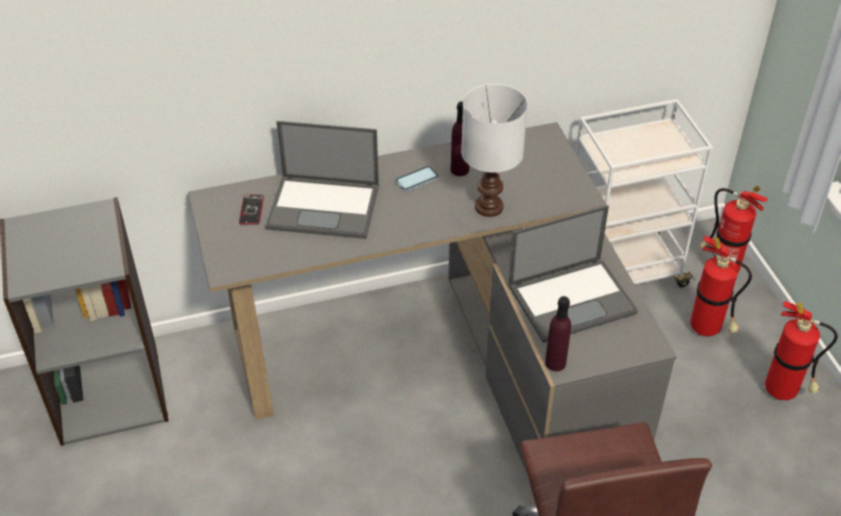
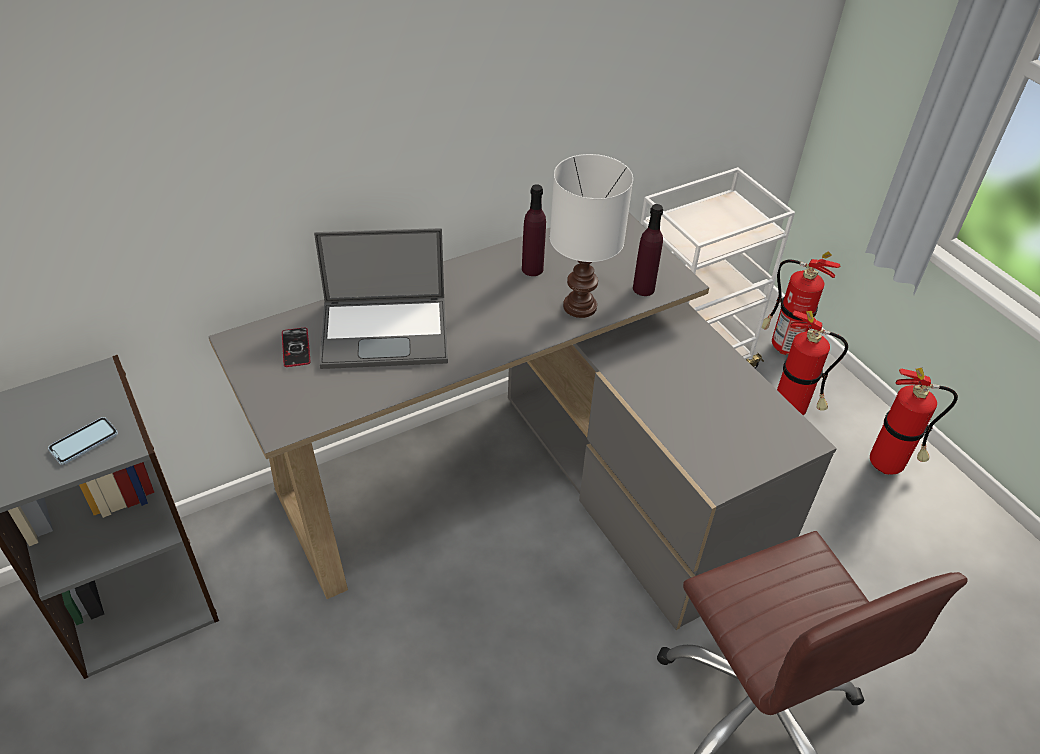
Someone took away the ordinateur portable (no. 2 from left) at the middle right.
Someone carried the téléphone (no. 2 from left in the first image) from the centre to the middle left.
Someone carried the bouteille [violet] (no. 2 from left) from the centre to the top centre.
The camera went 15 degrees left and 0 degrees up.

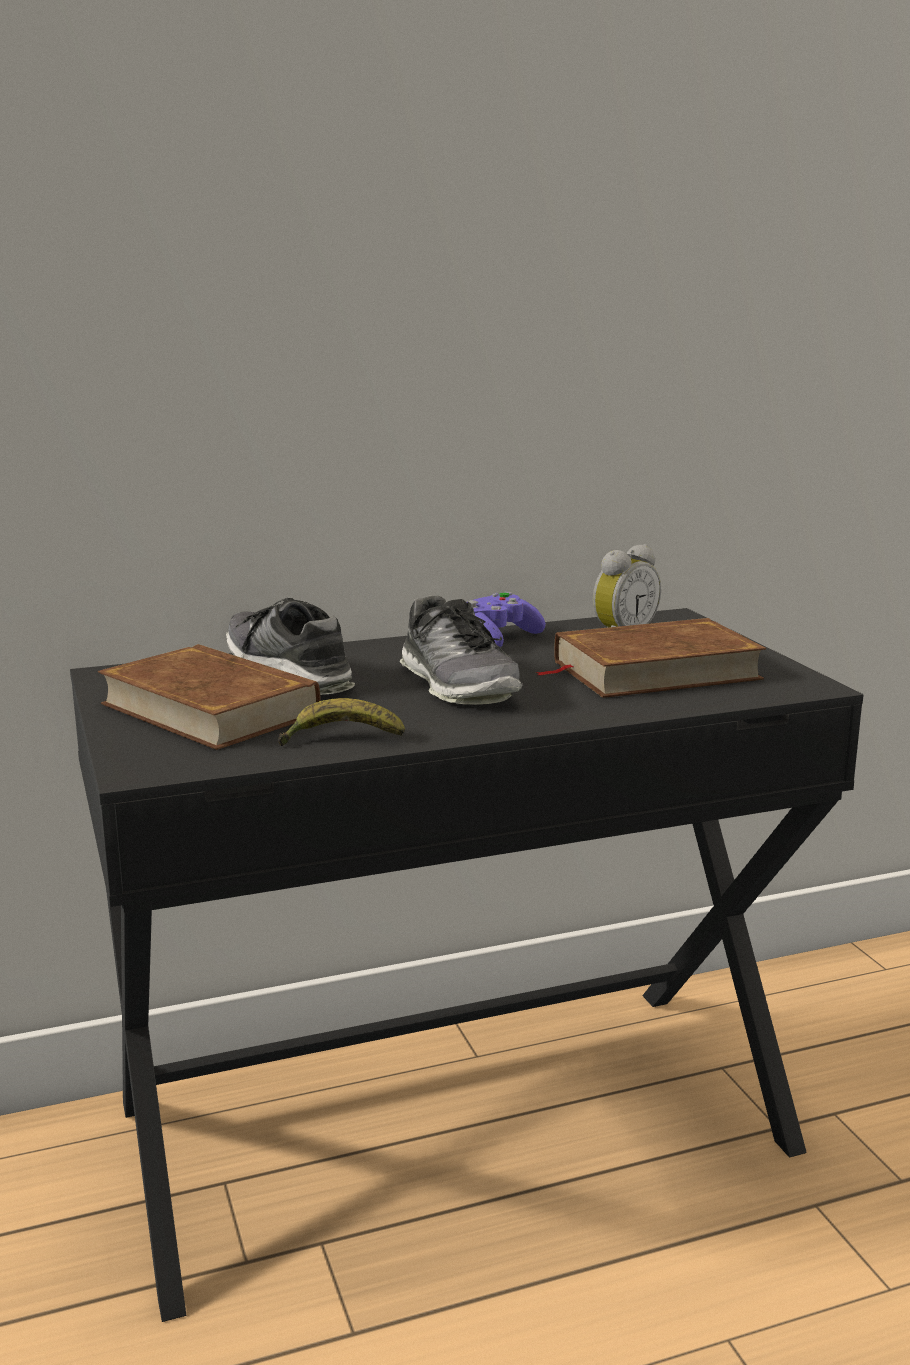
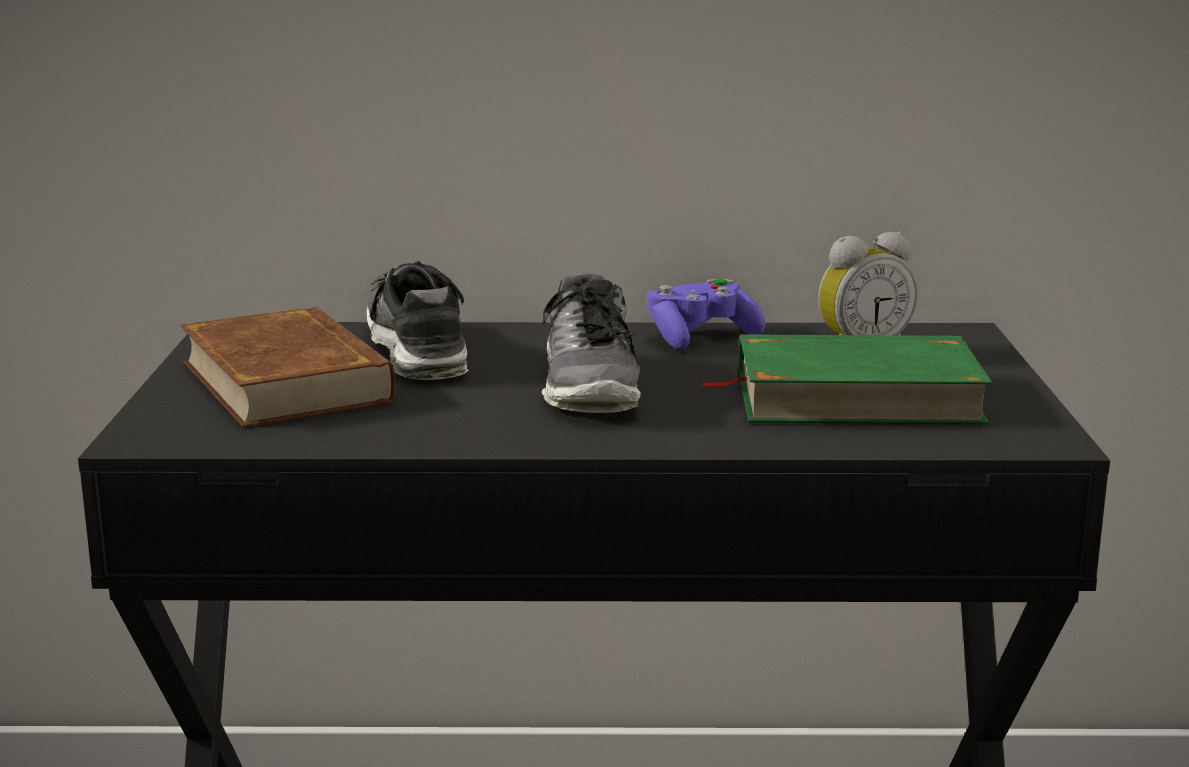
Someone took away the banane at the centre.
Someone repainted the livre [marron] (no. 2 from left) at the middle right, which became the livre [vert] at the middle right.
The camera went 20 degrees right and 0 degrees up.

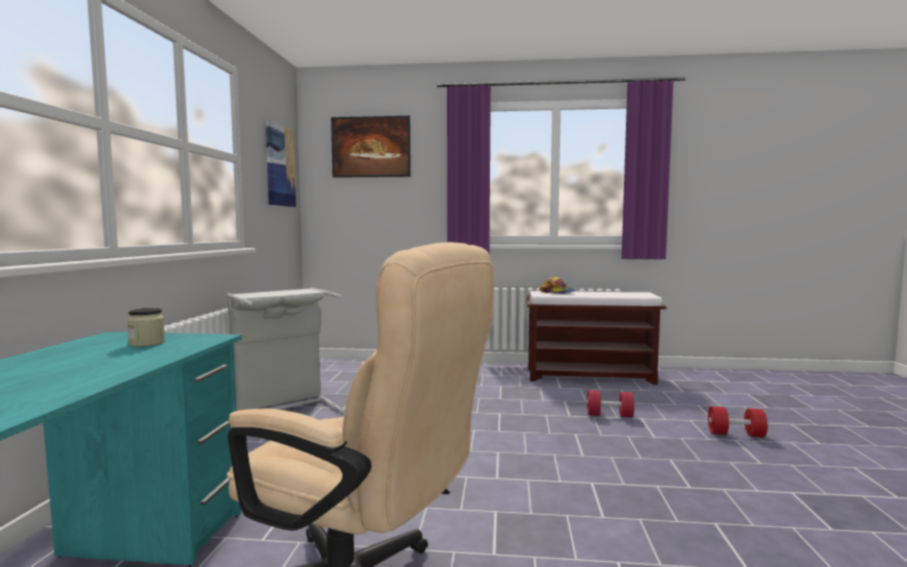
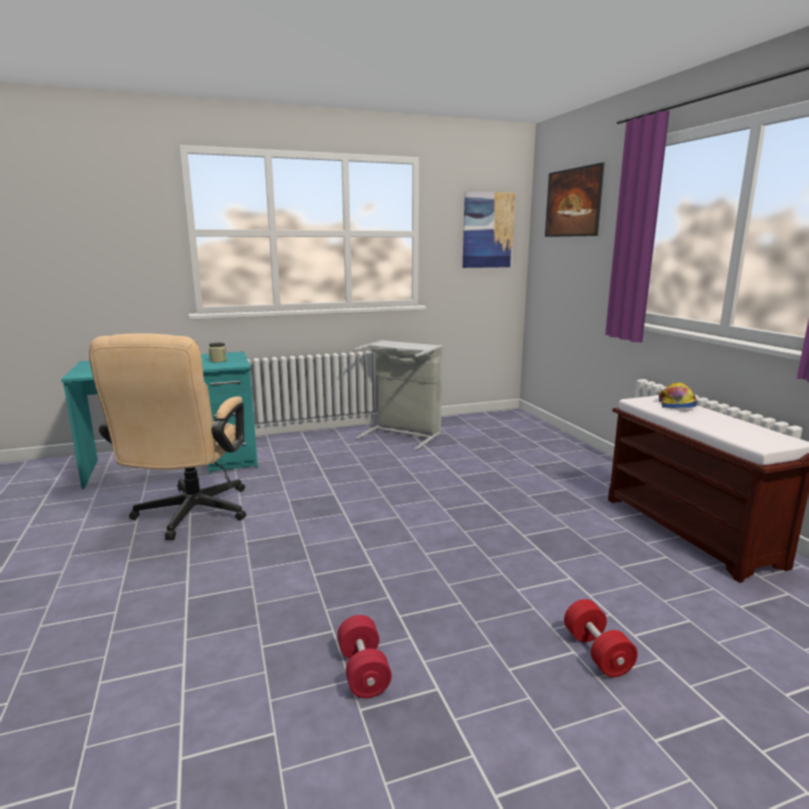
Someone carried the haltère [rouge] (no. 1 from left) from the bottom right to the bottom centre.
The camera went 65 degrees right and 10 degrees up.

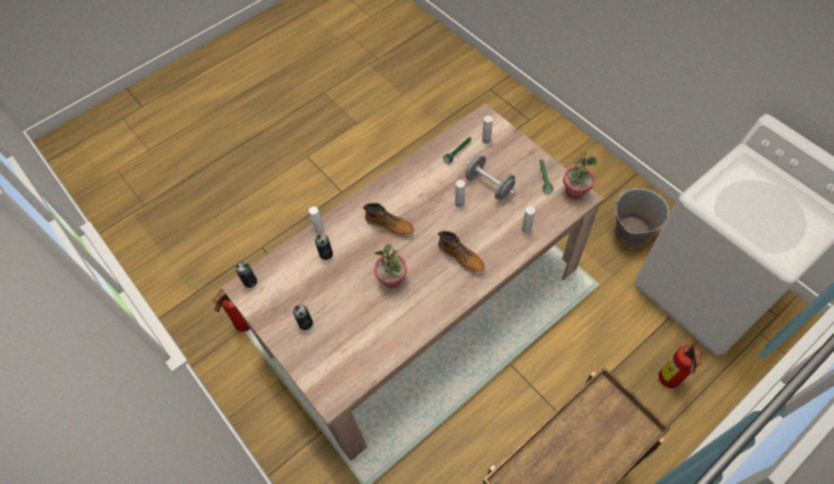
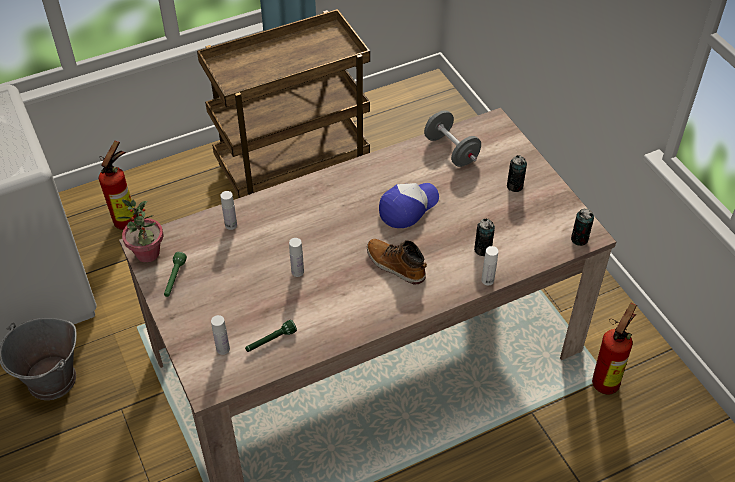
Someone took away the botte (no. 2 from left) at the centre.
Someone carried the haltère [gris] from the centre to the top centre.
Someone swapped the plante en pot (no. 1 from left) at the centre for the casquette at the centre.
The camera went 170 degrees left and 10 degrees down.

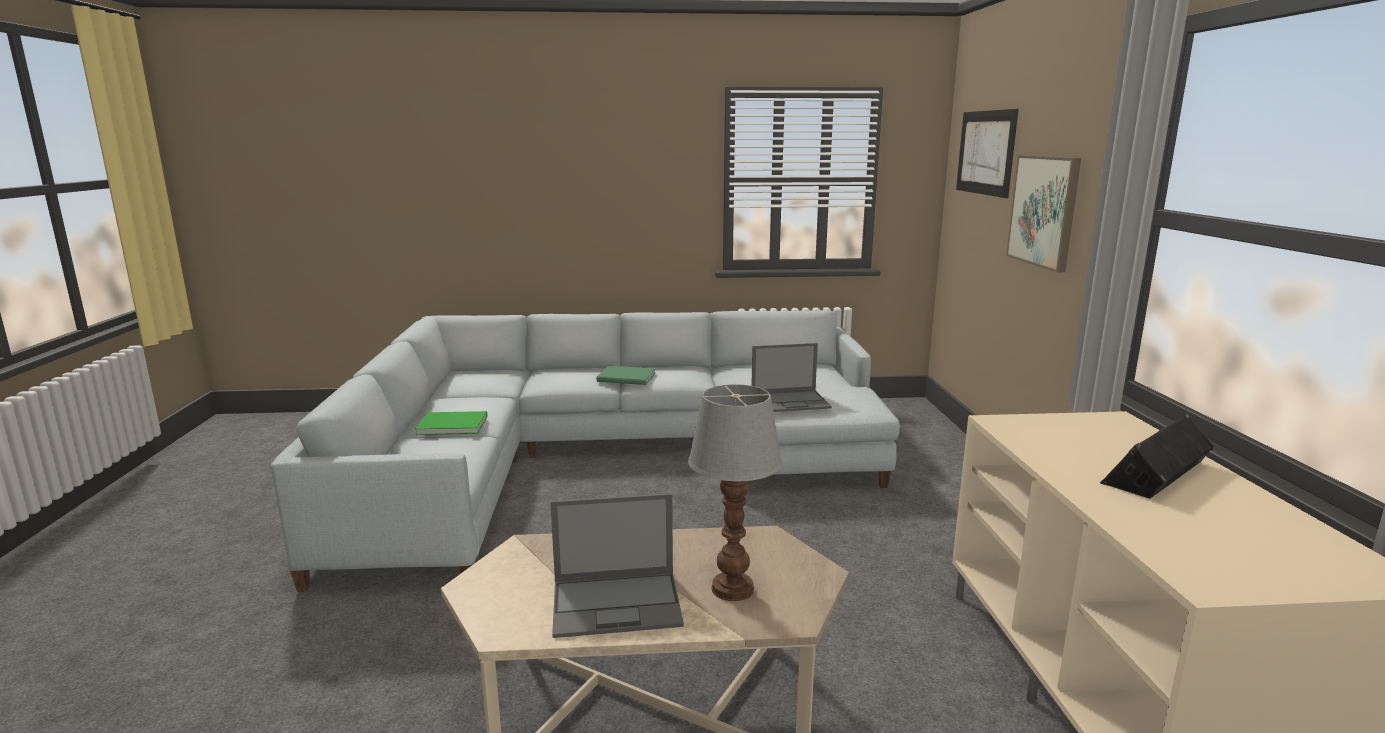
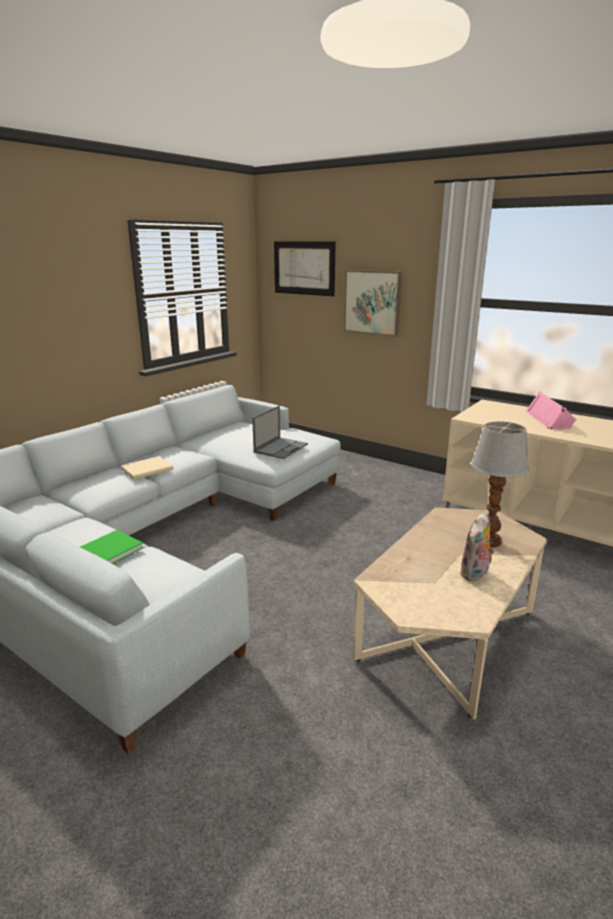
Someone swapped the ordinateur portable (no. 1 from left) at the bottom centre for the peluche at the middle right.
Someone repainted the livre [vert] (no. 2 from left) at the centre, which became the livre [beige] at the middle left.
Someone repainted the enceinte [noir] at the middle right, which became the enceinte [rose] at the middle right.
The camera went 50 degrees left and 5 degrees up.

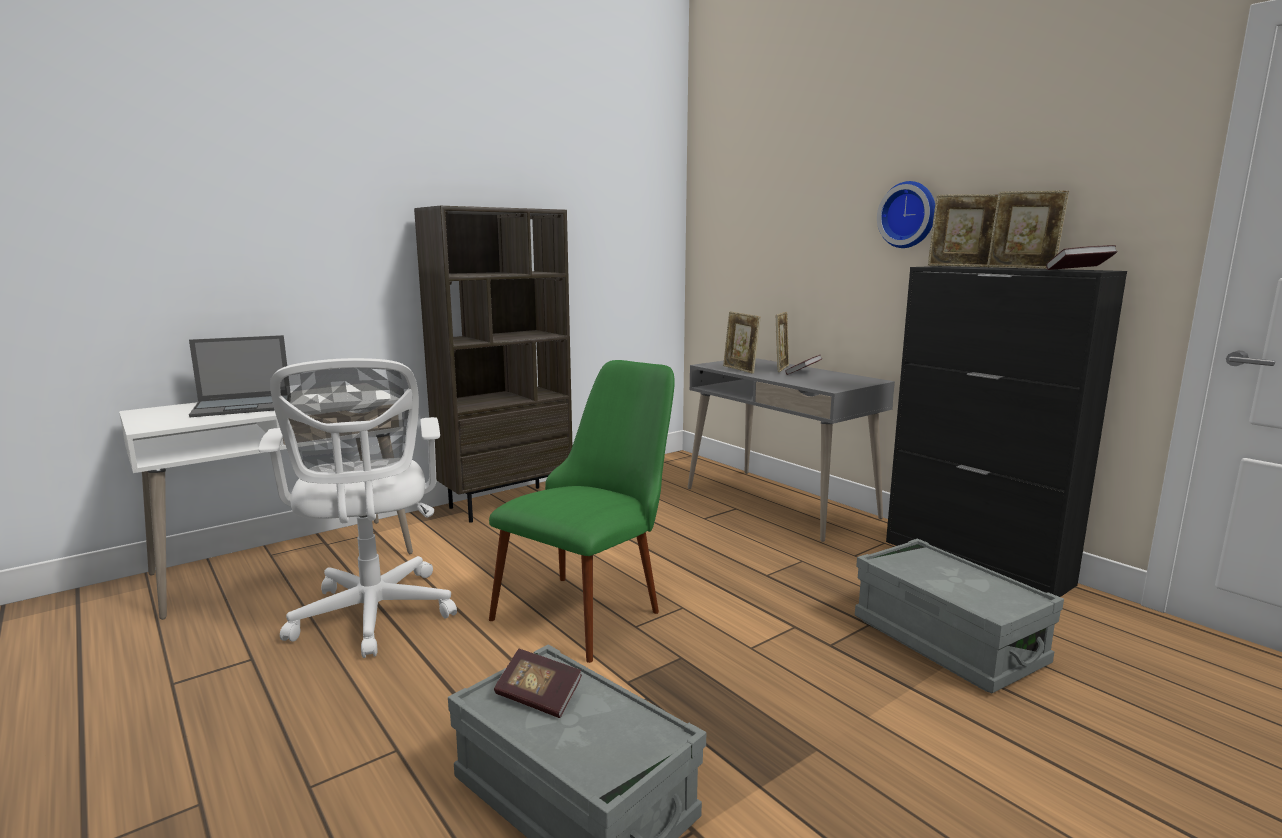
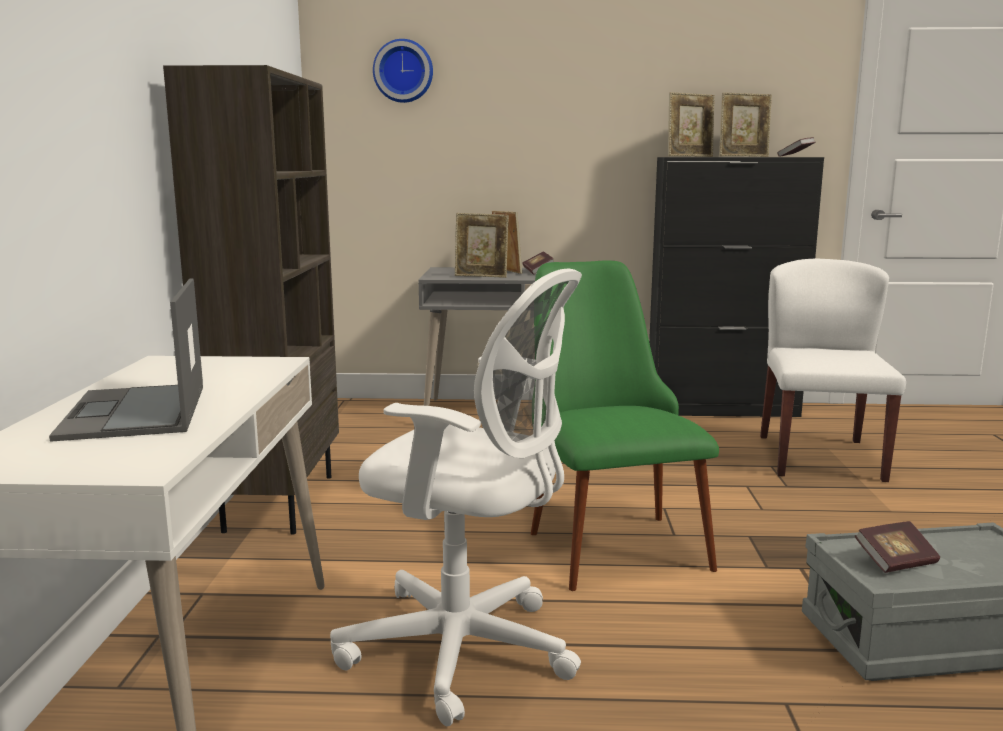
Someone carried the horloge murale from the top right to the top centre.
Someone swapped the boîte de rangement [gris] (no. 2 from left) at the bottom right for the chaise [blanc] at the middle right.
Someone rotated the ordinateur portable at the middle left by 150 degrees clockwise.
The camera went 50 degrees left and 0 degrees up.

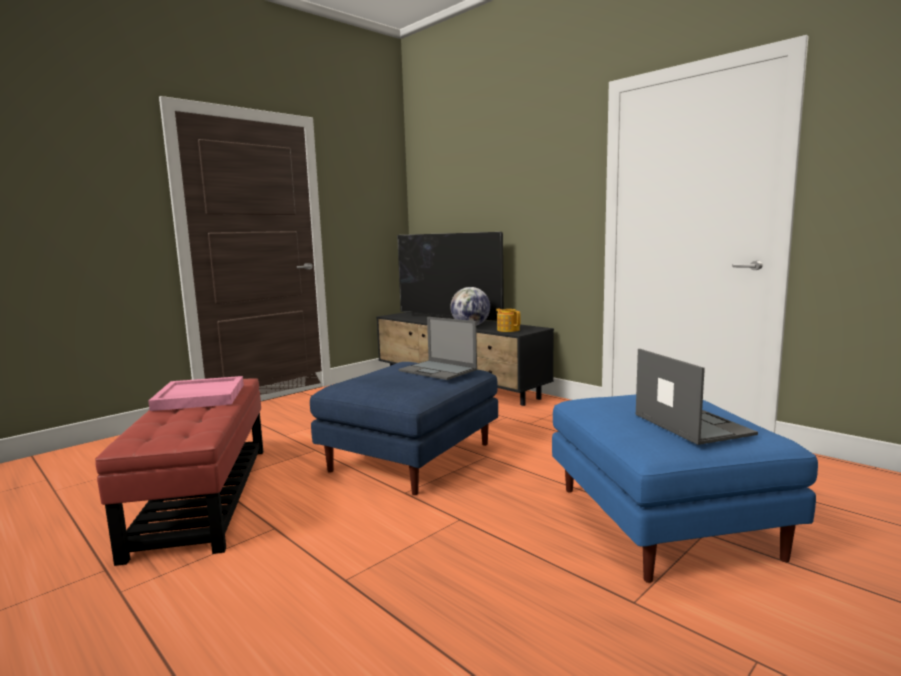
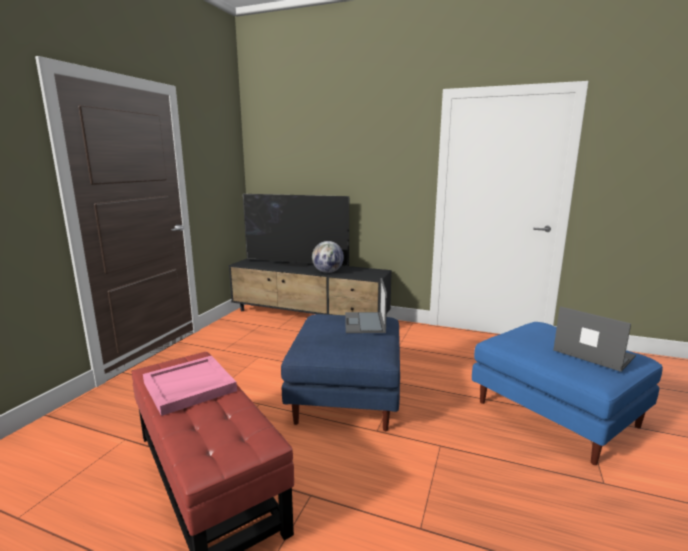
Someone took away the théière at the centre.
Someone rotated the ordinateur portable (no. 1 from left) at the centre by 75 degrees clockwise.
The camera went 25 degrees left and 5 degrees up.

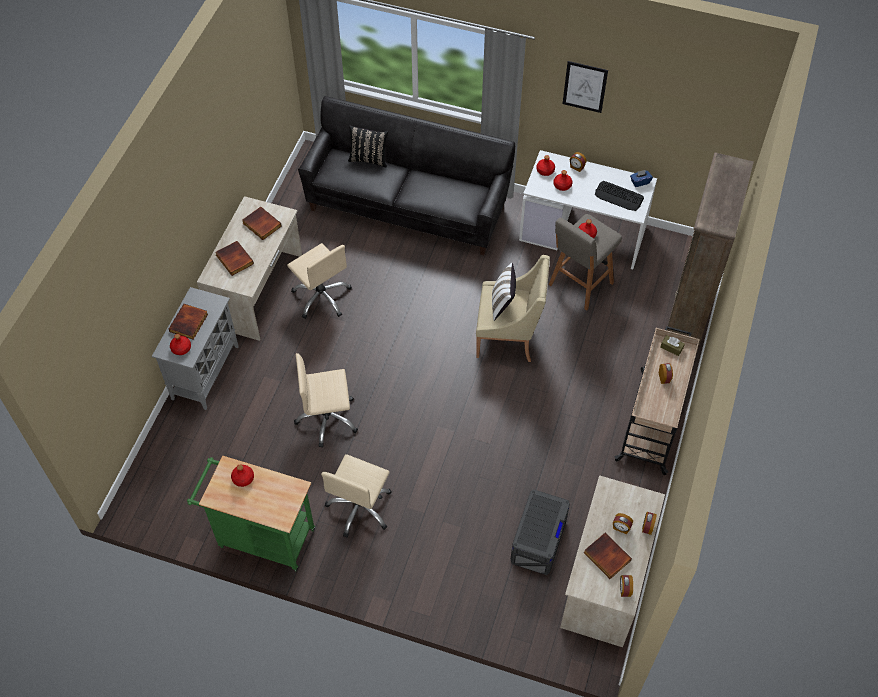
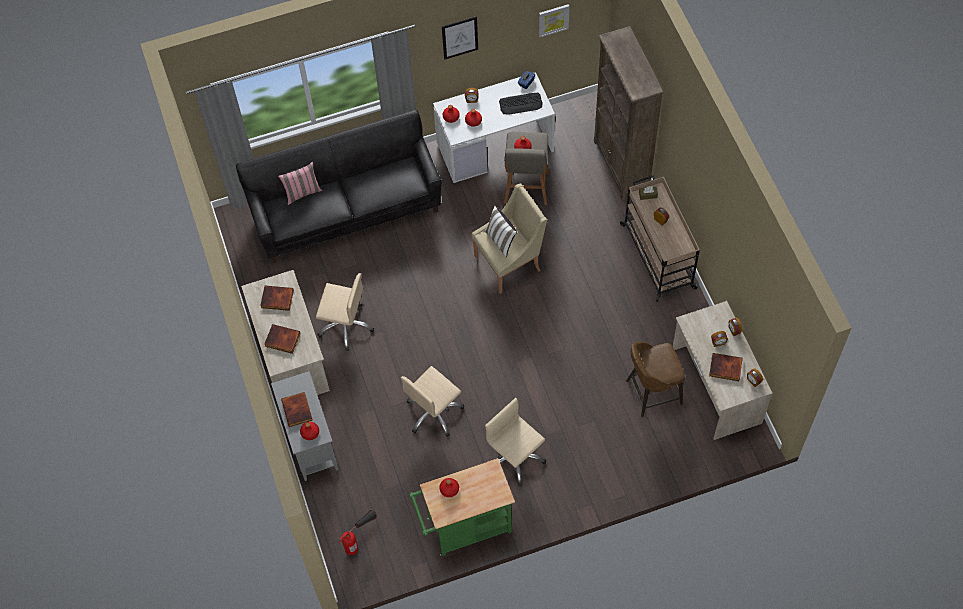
Someone put down the extincteur at the bottom centre.
Someone put up the tableau (no. 2 from left) at the top centre.
Someone swapped the boîte de rangement [gris] at the bottom centre for the tabouret [marron] at the middle right.
Someone repainted the coussin [noir] at the top centre, which became the coussin [rose] at the top left.
Someone rotated the chaise de bureau [beige] (no. 3 from left) at the bottom centre by 150 degrees clockwise.
The camera went 35 degrees left and 5 degrees up.

